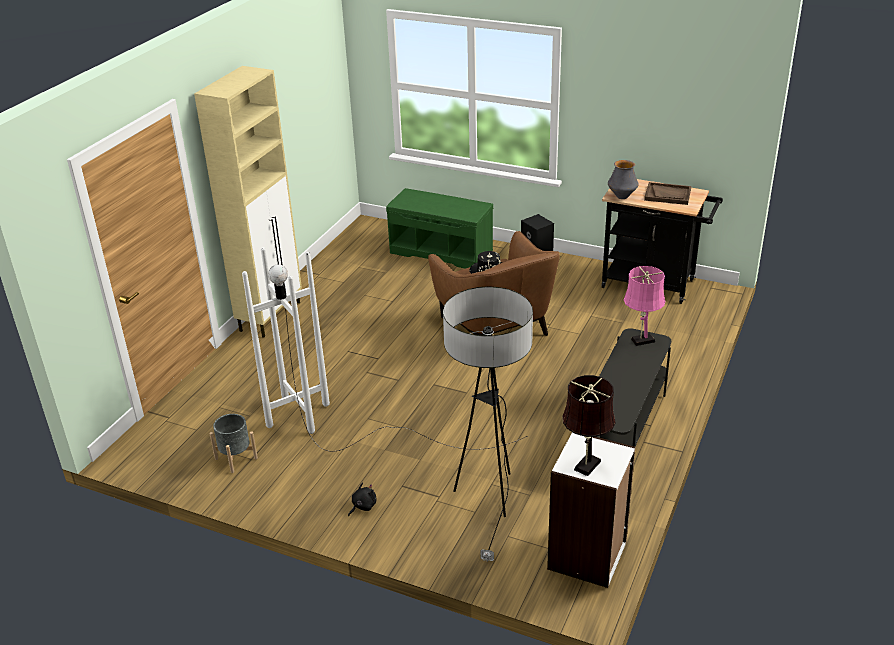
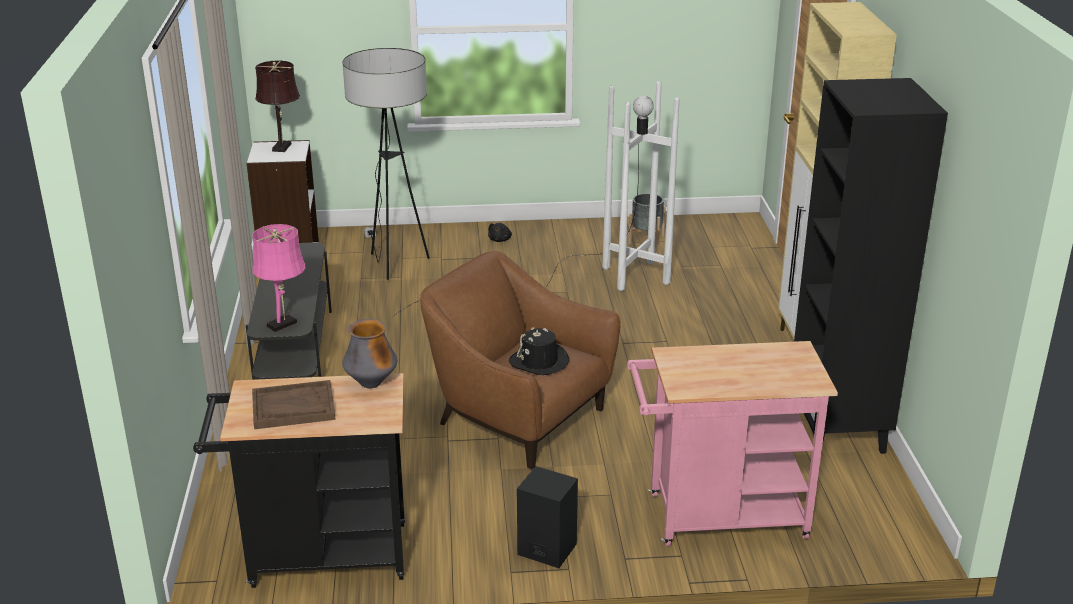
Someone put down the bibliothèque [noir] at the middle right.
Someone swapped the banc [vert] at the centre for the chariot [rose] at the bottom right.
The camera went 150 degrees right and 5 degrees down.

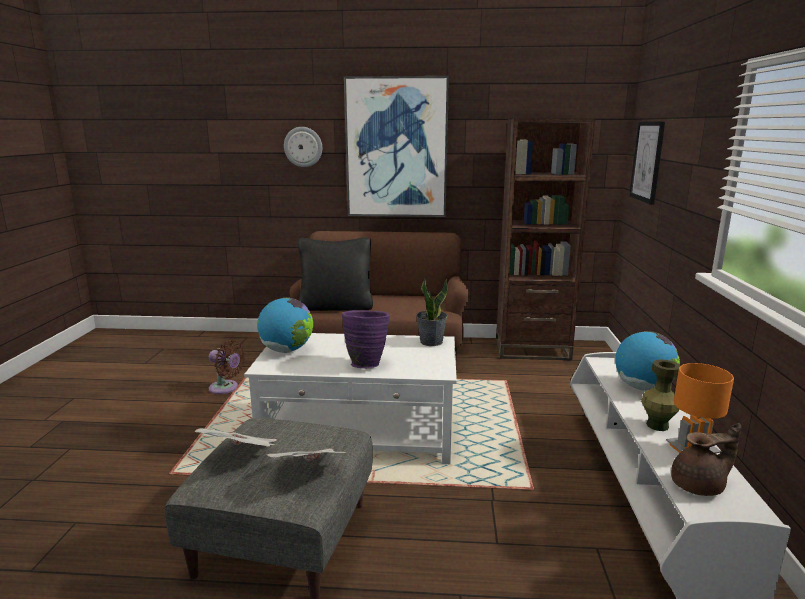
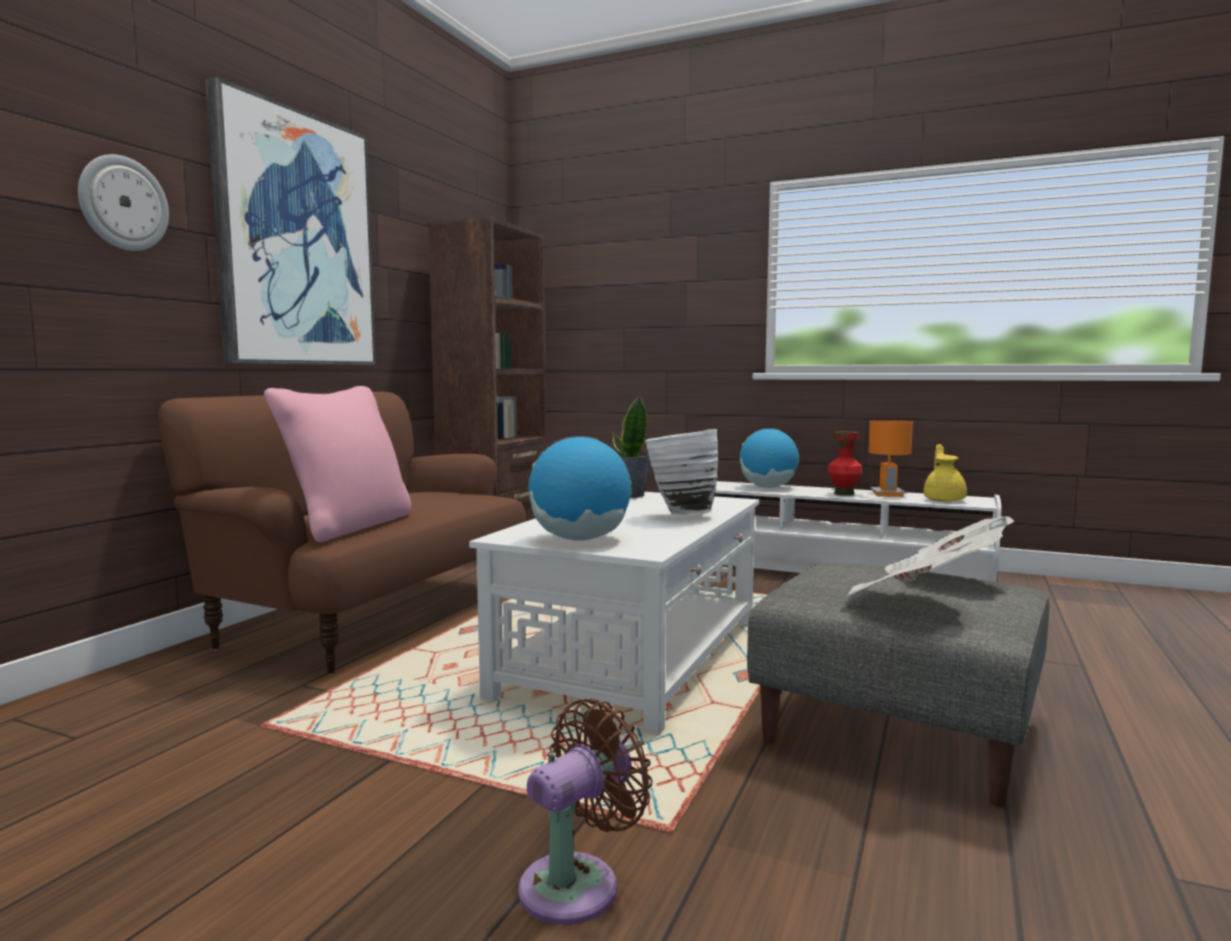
Someone took away the tableau (no. 2 from left) at the top right.
Someone carried the ventilateur [marron] from the middle left to the bottom centre.
Someone repainted the coussin [noir] at the centre, which became the coussin [rose] at the middle left.
Someone repainted the vase [violet] at the centre, which became the vase [blanc] at the centre.
Someone repainted the vase [vert] at the middle right, which became the vase [rouge] at the middle right.
Someone repainted the théière [marron] at the bottom right, which became the théière [jaune] at the middle right.
The camera went 70 degrees left and 10 degrees down.

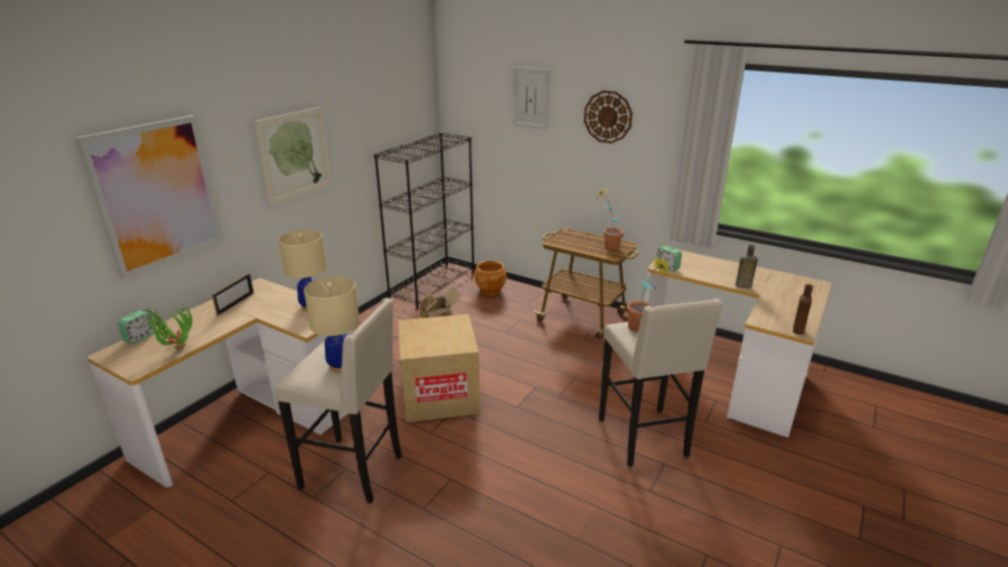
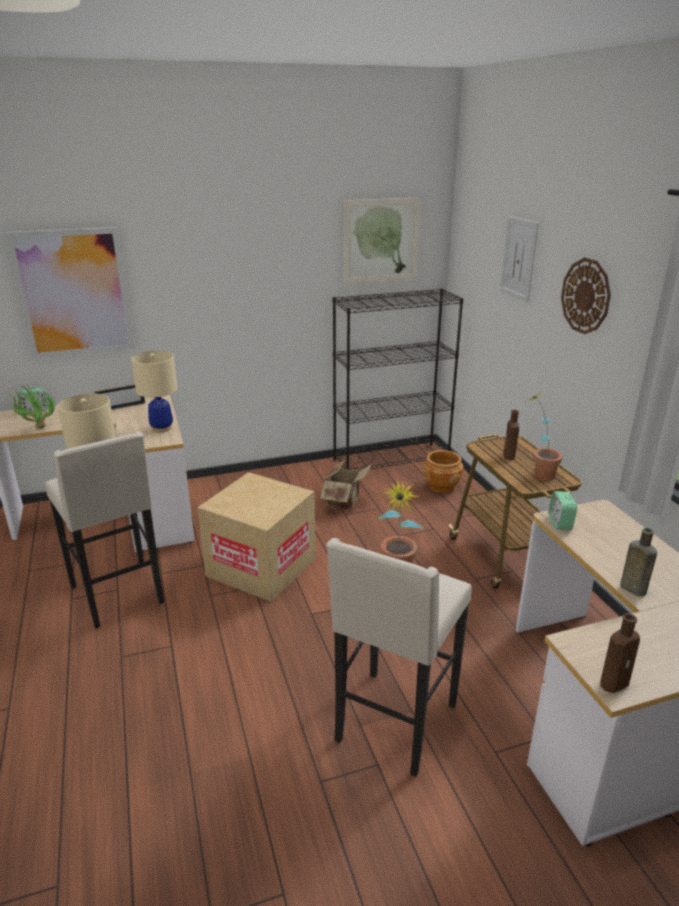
Someone put down the bouteille [marron] (no. 1 from left) at the middle right.
Someone carried the tableau (no. 2 from left) from the top left to the top centre.
The camera went 40 degrees right and 0 degrees up.

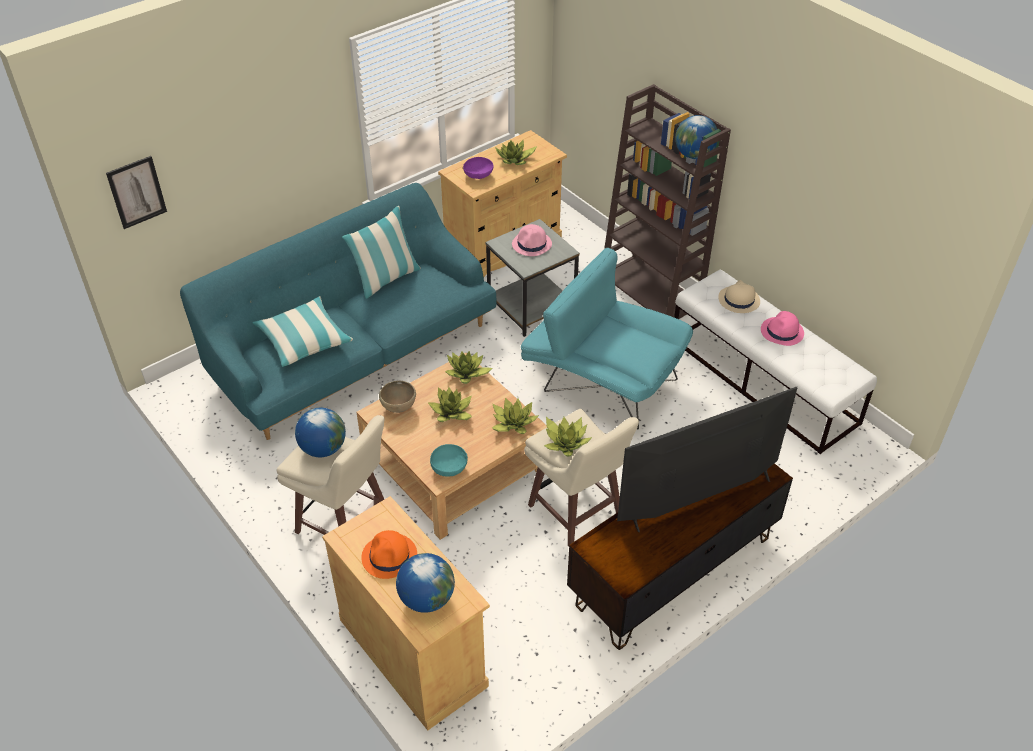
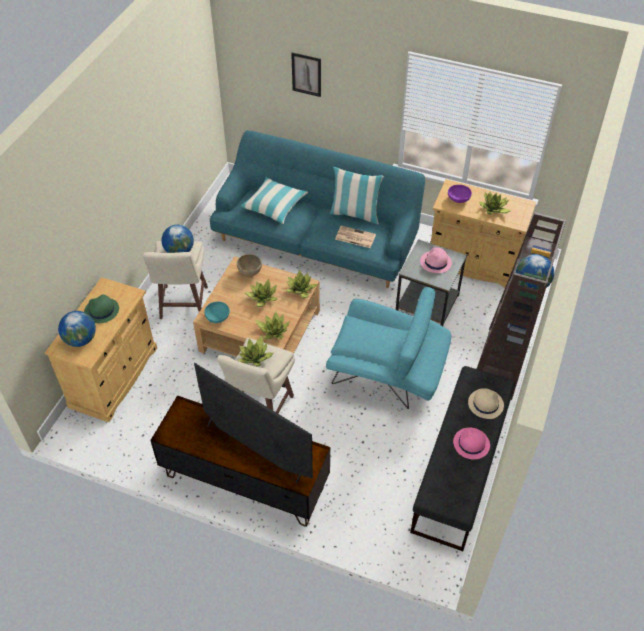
Someone put down the journal at the centre.
Someone carried the tableau from the top left to the top centre.
Someone repainted the chapeau [orange] at the bottom centre, which became the chapeau [vert] at the middle left.
Someone repainted the banc [blanc] at the middle right, which became the banc [noir] at the bottom right.
Someone rotated the fauteuil [turquoise] at the centre by 105 degrees clockwise.
The camera went 60 degrees right and 5 degrees up.

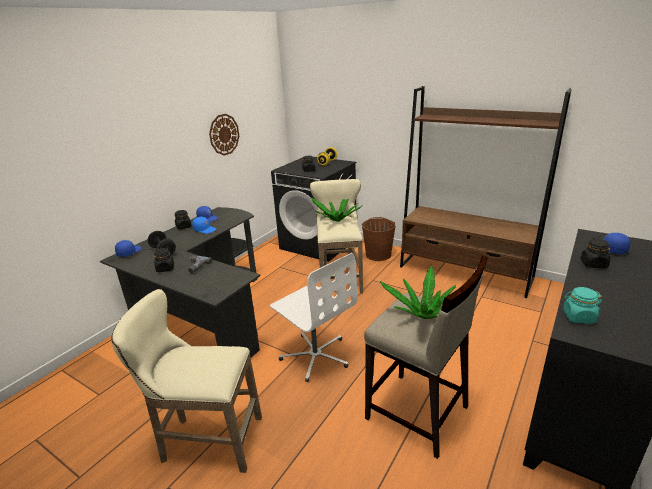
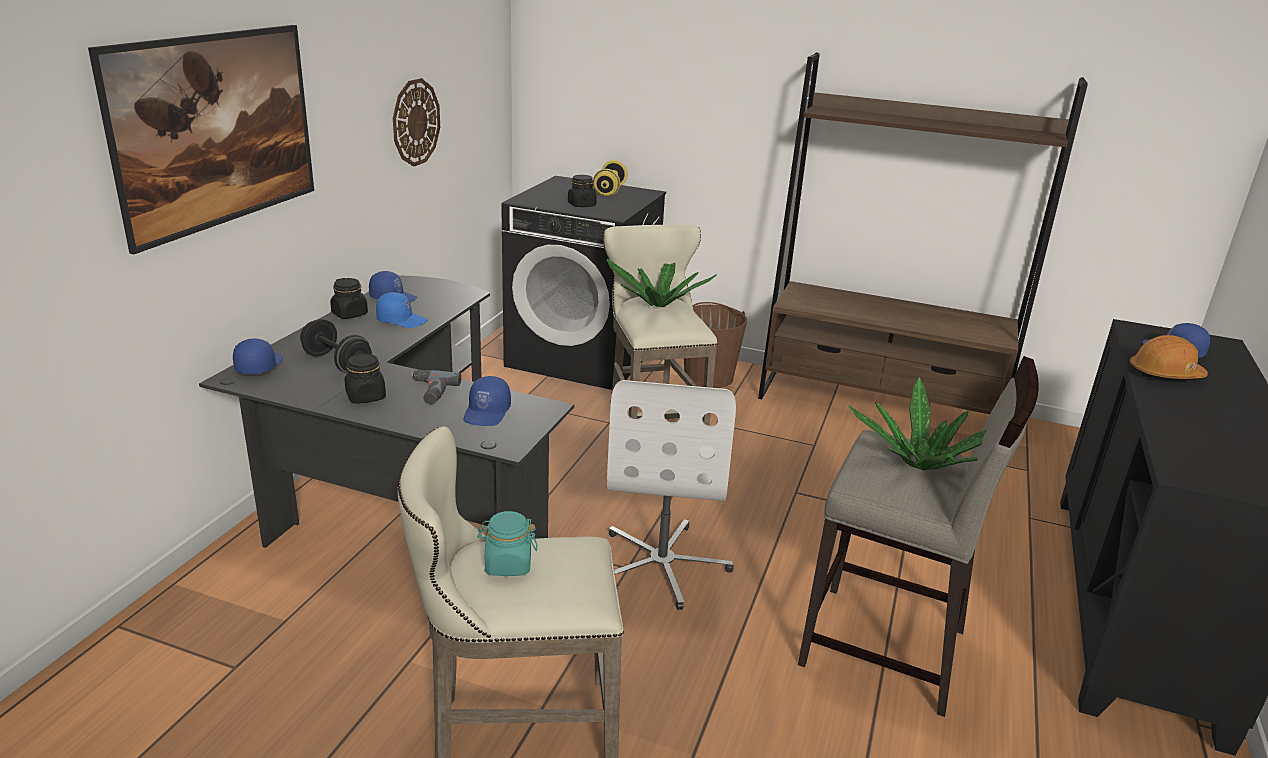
Someone put up the tableau at the top left.
Someone put down the casquette [bleu] (no. 4 from left) at the centre.
Someone carried the bocal [turquoise] from the middle right to the bottom centre.
Someone swapped the bocal [noir] (no. 4 from left) at the middle right for the casque de chantier [orange] at the middle right.
Someone rotated the chaise de bureau [blanc] at the centre by 60 degrees clockwise.
The camera went 15 degrees left and 0 degrees up.

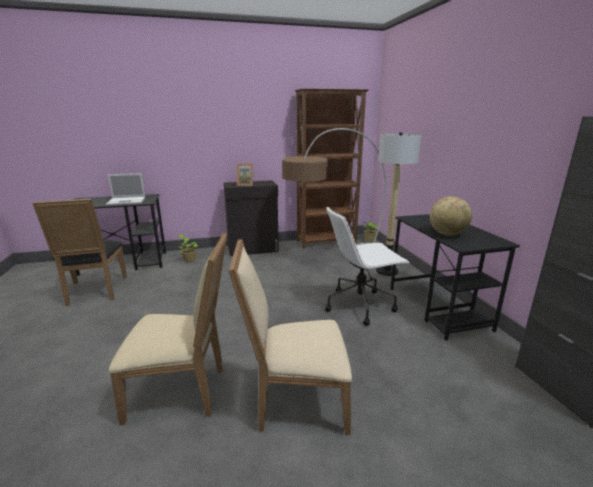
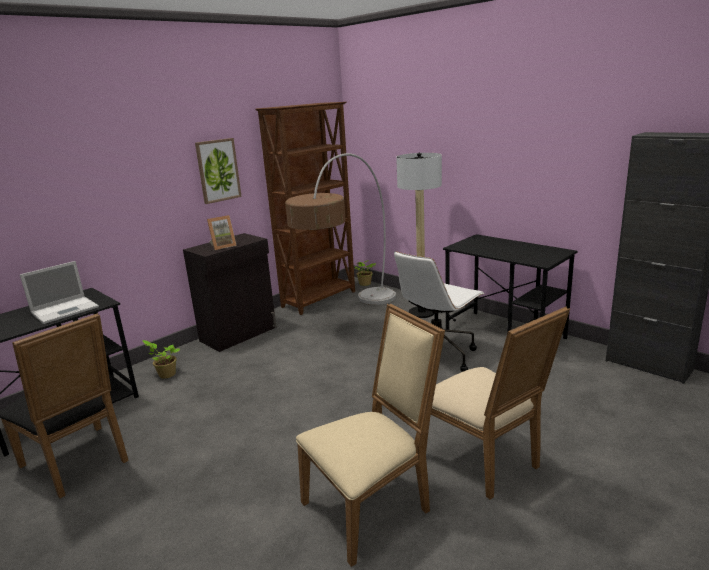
Someone took away the globe at the middle right.
Someone put up the tableau at the top left.
Someone rotated the chaise [beige] (no. 2 from left) at the bottom centre by 90 degrees counterclockwise.
The camera went 30 degrees left and 0 degrees up.

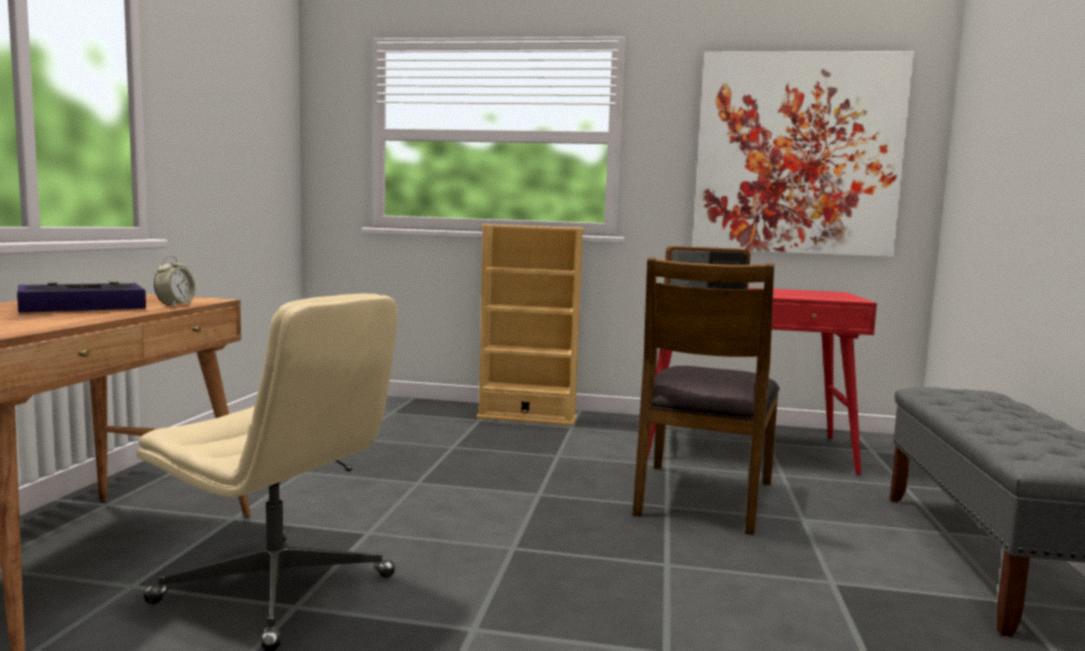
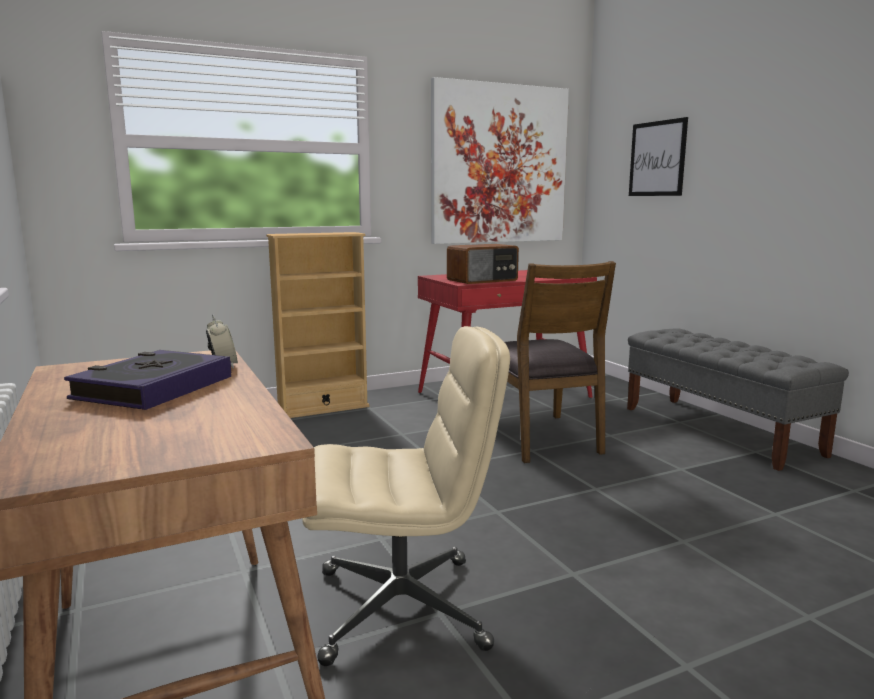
Someone put up the tableau (no. 2 from left) at the top right.
The camera went 35 degrees left and 5 degrees up.

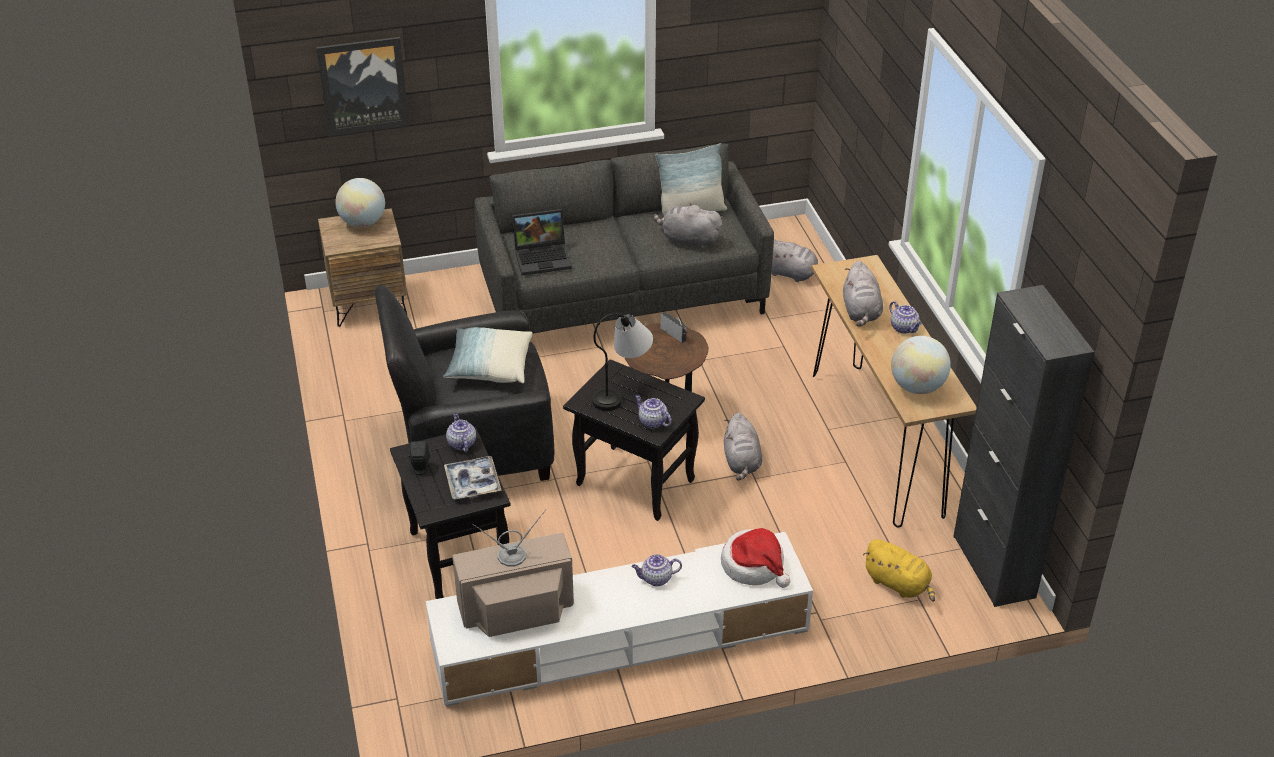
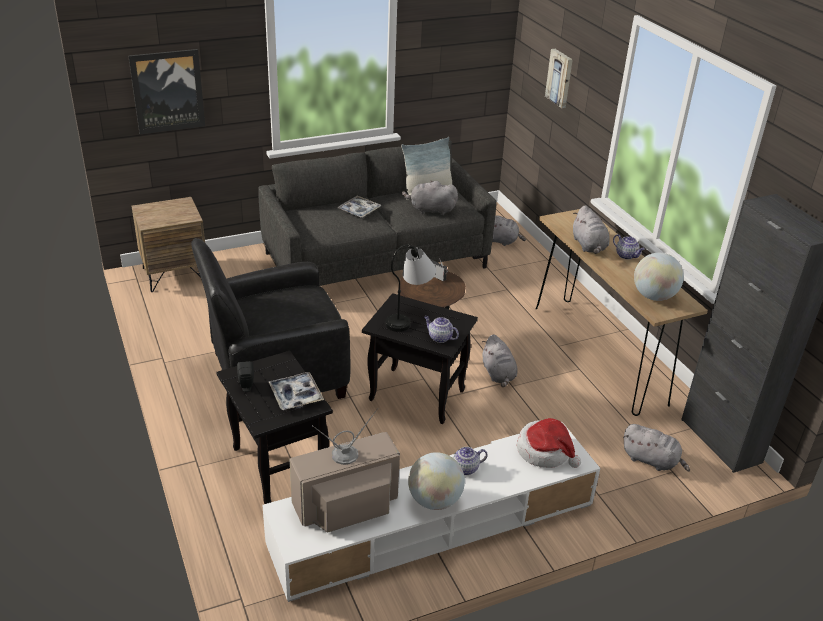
Someone took away the coussin (no. 1 from left) at the centre.
Someone took away the théière (no. 1 from left) at the centre.
Someone took away the ordinateur portable at the top centre.
Someone put down the plateau (no. 2 from left) at the centre.
Someone put up the tableau (no. 2 from left) at the top right.
Someone carried the globe (no. 1 from left) from the top left to the bottom centre.
Someone repainted the peluche [jaune] at the bottom right, which became the peluche [gris] (no. 5 from left) at the bottom right.
The camera went 10 degrees left and 5 degrees down.

